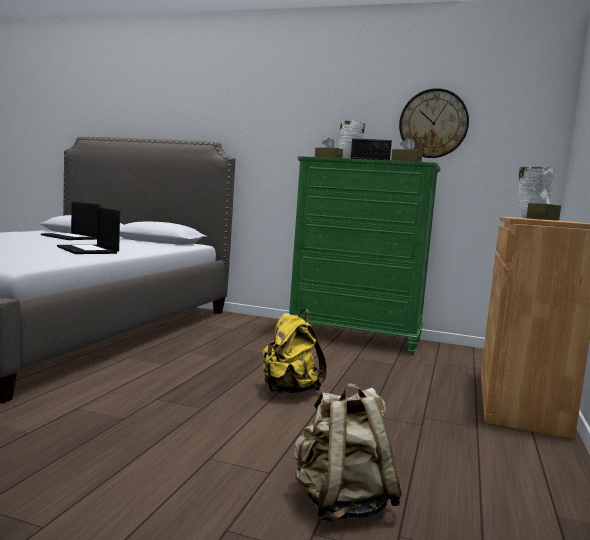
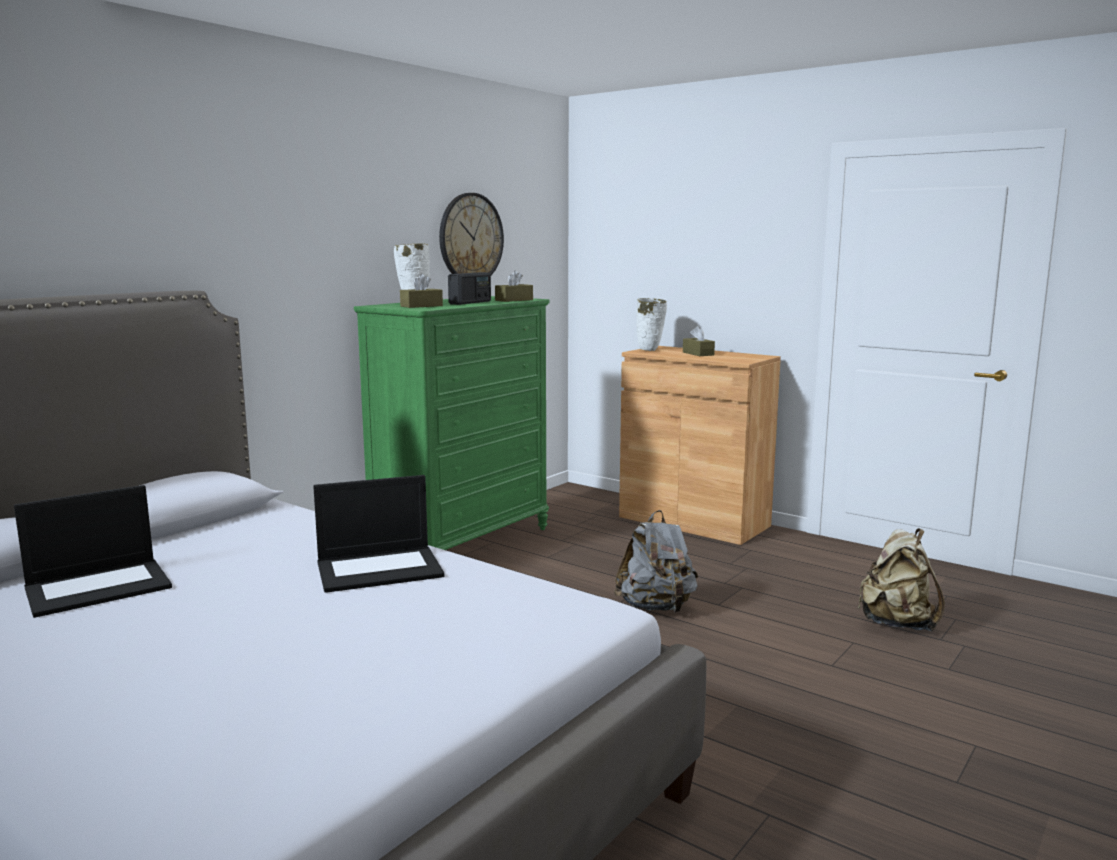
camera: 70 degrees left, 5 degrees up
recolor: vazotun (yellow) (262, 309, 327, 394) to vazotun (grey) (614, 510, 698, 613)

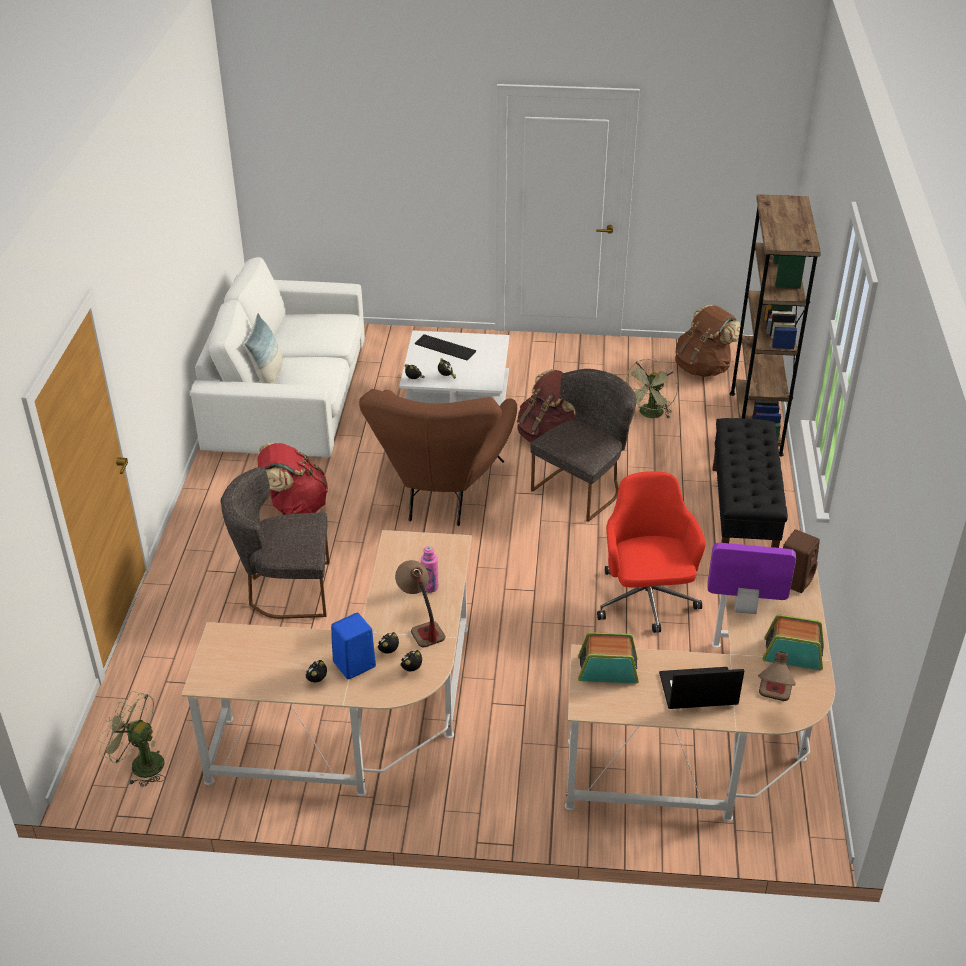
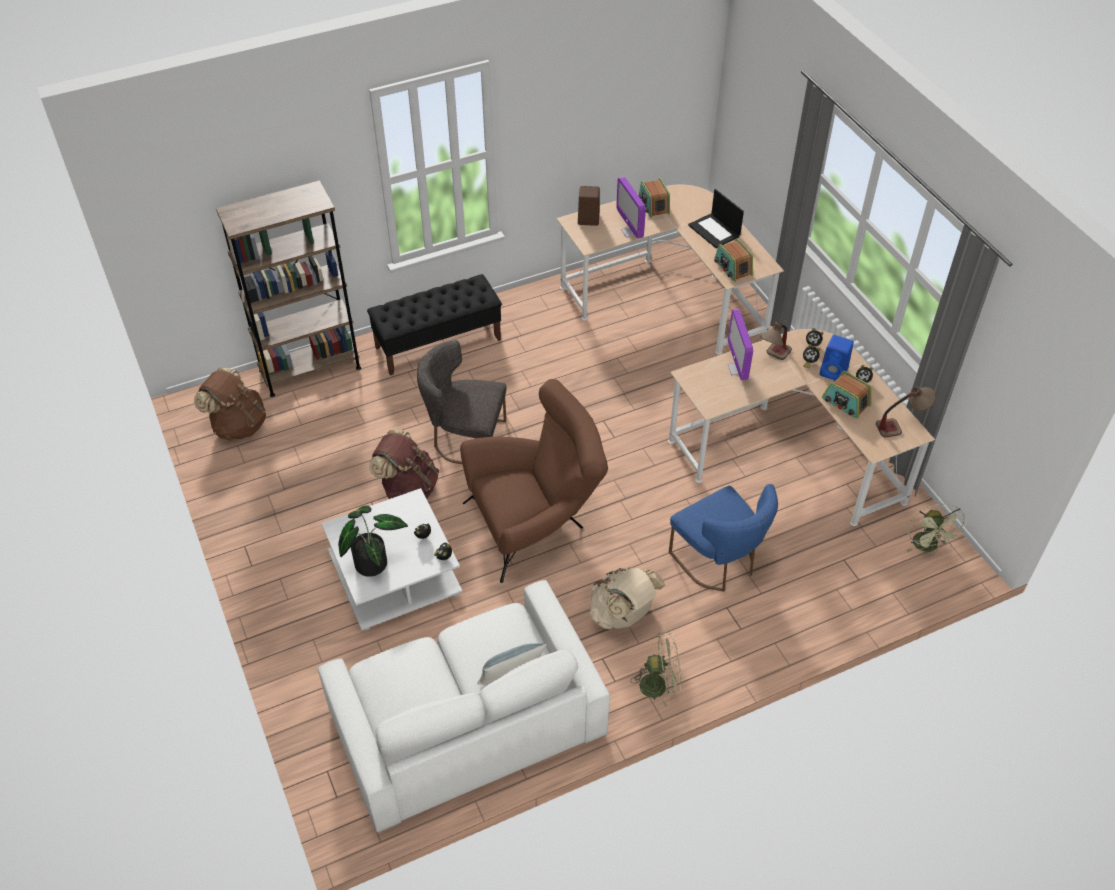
camera: 120 degrees left, 10 degrees up
delete: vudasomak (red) (597, 471, 706, 633)
insert: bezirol (822, 371, 871, 419)
move: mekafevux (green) (626, 359, 678, 419) to (631, 633, 681, 707); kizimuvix (758, 651, 796, 701) to (876, 386, 936, 437)
replace: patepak (415, 334, 476, 360) to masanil (338, 506, 408, 577); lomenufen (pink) (421, 546, 439, 593) to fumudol (728, 309, 753, 380)
recolor: vazotun (red) (257, 442, 328, 515) to vazotun (beige) (590, 567, 665, 629); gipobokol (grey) (221, 466, 330, 619) to gipobokol (blue) (669, 484, 778, 592)

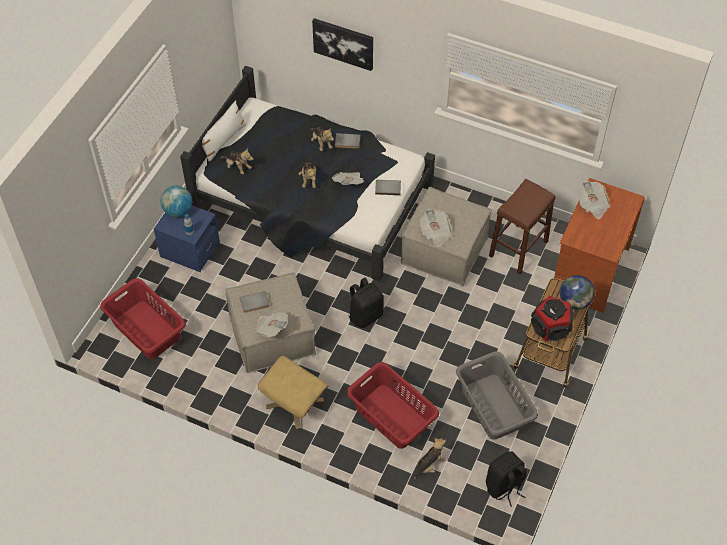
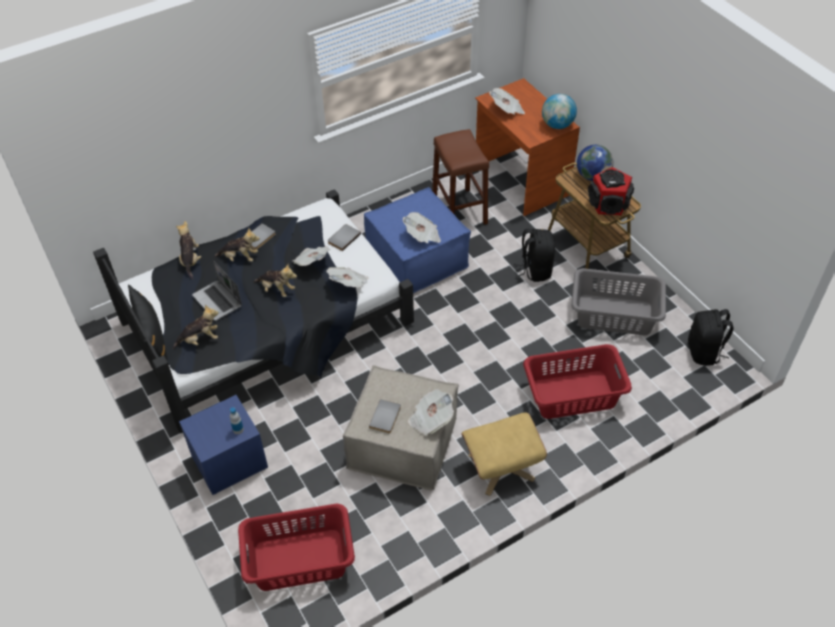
camera: 55 degrees left, 5 degrees down
delete: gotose (312, 18, 373, 71)
insert: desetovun (192, 260, 242, 321); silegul (326, 267, 368, 288)
move: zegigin (413, 438, 446, 482) to (176, 221, 202, 279); vazotun (black) (347, 278, 384, 328) to (514, 229, 555, 282); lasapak (161, 186, 192, 217) to (542, 94, 577, 129)
recolor: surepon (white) (198, 100, 247, 161) to surepon (black) (128, 284, 168, 360); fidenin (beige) (401, 187, 492, 286) to fidenin (blue) (364, 187, 471, 293)

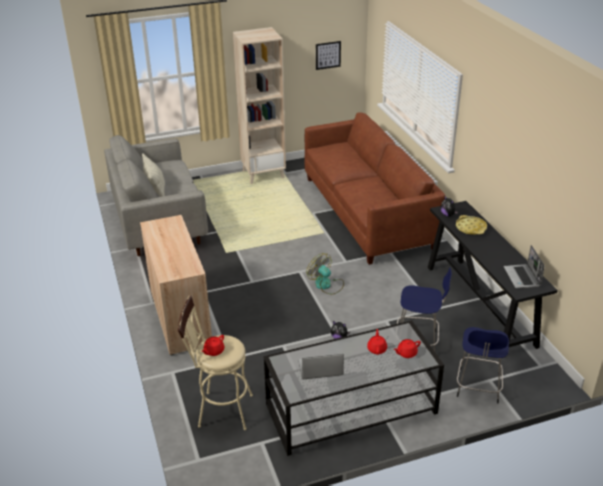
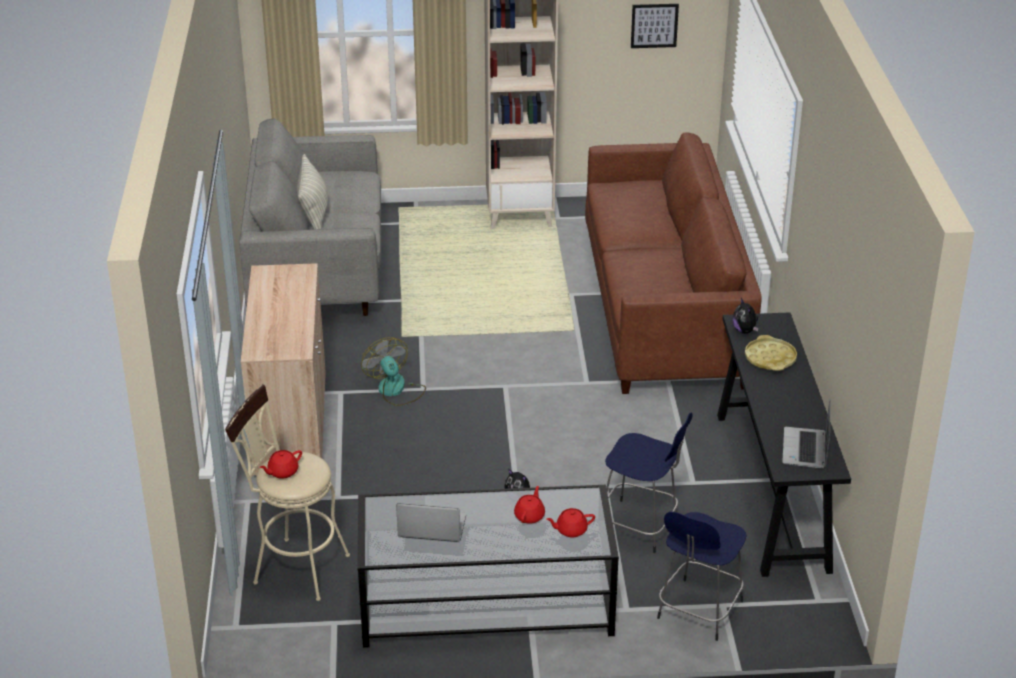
camera: 15 degrees right, 0 degrees up
move: mekafevux (307, 253, 344, 294) to (361, 337, 426, 406)

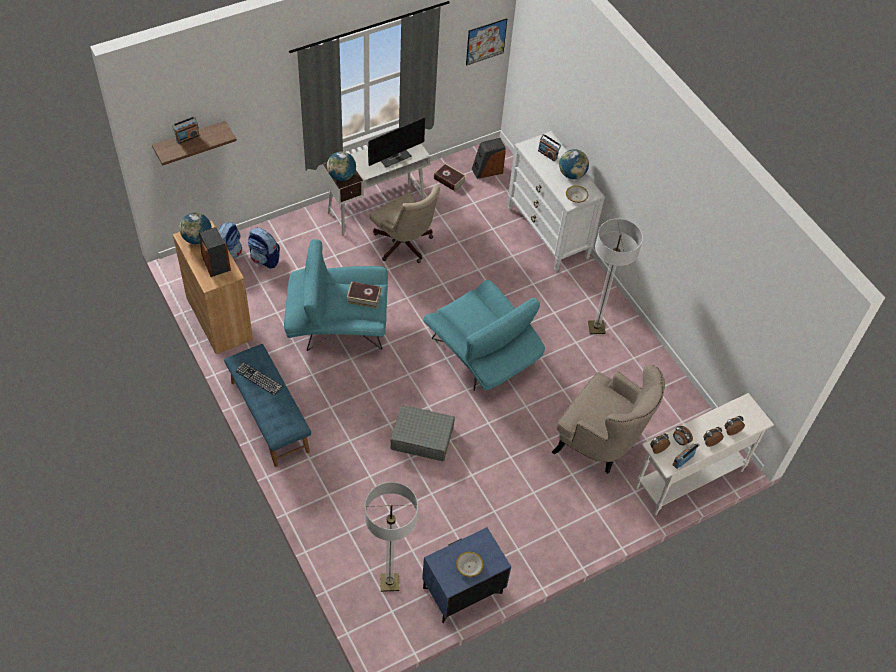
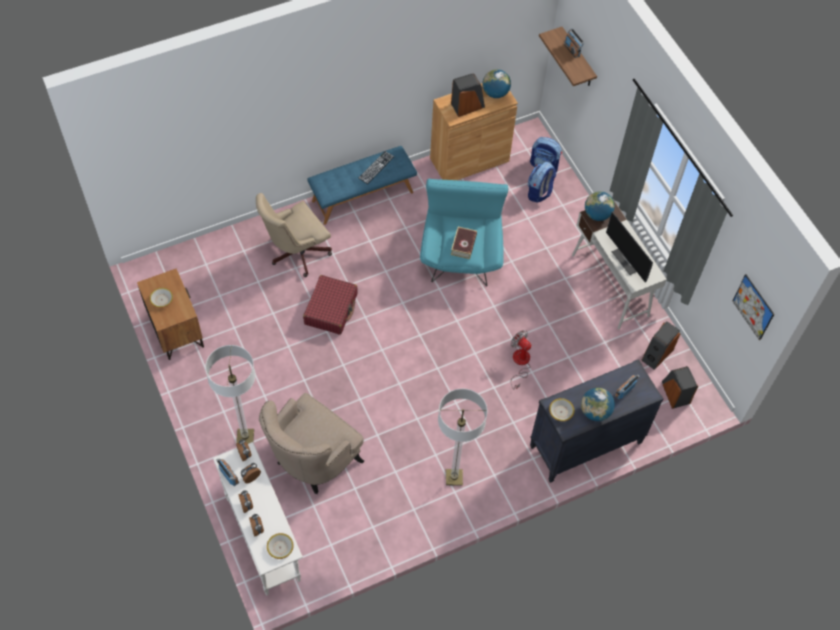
camera: 95 degrees right, 5 degrees up
delete: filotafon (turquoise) (423, 280, 545, 391)
insert: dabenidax (267, 533, 294, 559); mekafevux (511, 330, 531, 389)
move: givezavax (365, 482, 418, 592) to (205, 345, 255, 444); vudasomak (beige) (370, 185, 440, 263) to (256, 193, 332, 277)
replace: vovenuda (434, 163, 466, 191) to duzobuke (641, 321, 680, 369)
recolor: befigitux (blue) (422, 527, 511, 623) to befigitux (brown) (137, 269, 204, 360); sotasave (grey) (390, 405, 455, 461) to sotasave (red) (303, 275, 357, 335); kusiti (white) (508, 131, 605, 272) to kusiti (black) (530, 359, 663, 483)

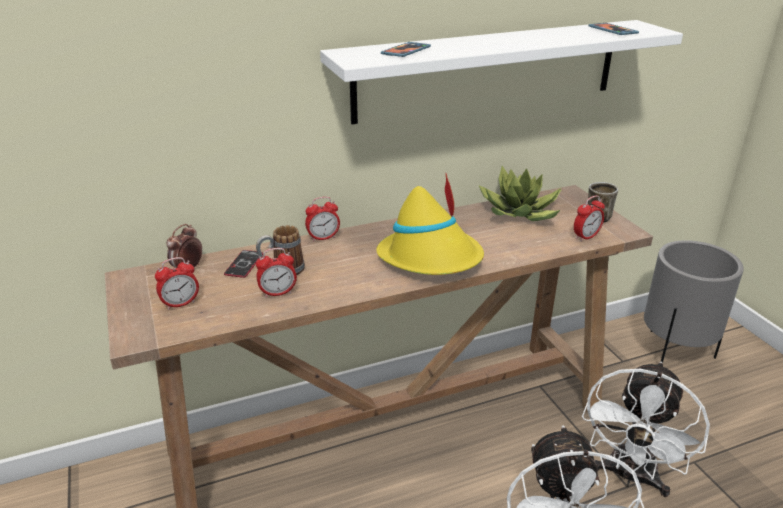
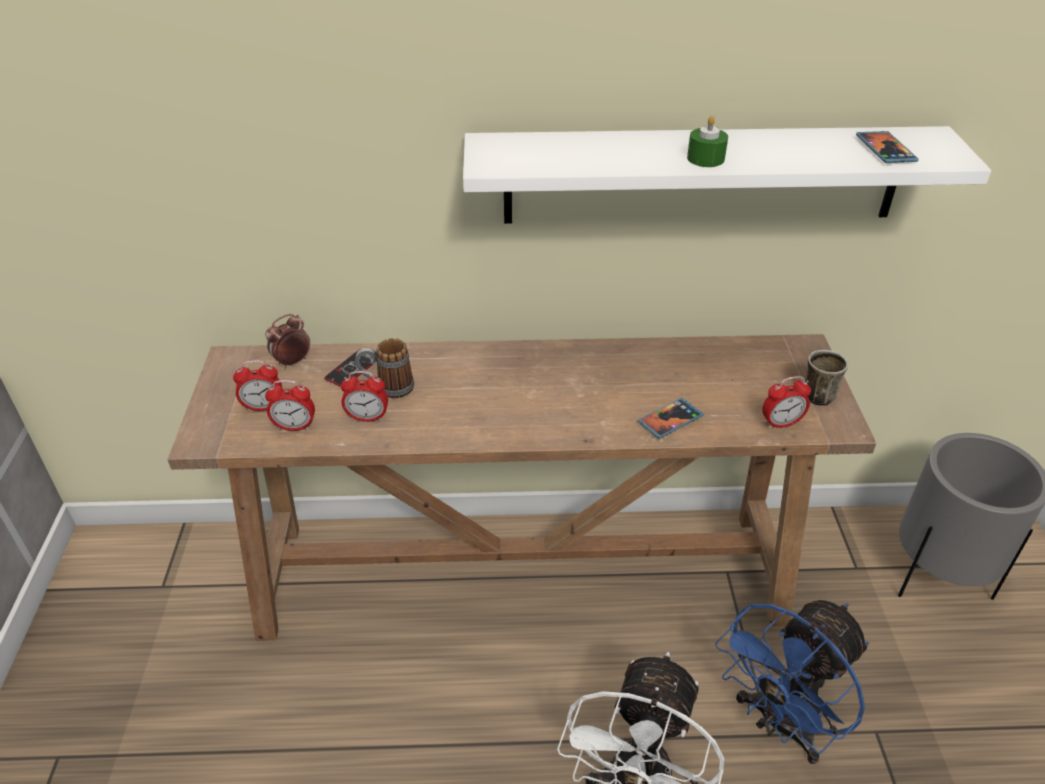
camera: 20 degrees right, 10 degrees up
delete: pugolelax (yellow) (376, 174, 484, 275); masanil (479, 166, 561, 221)
insert: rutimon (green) (687, 116, 728, 167)
move: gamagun (305, 197, 340, 242) to (265, 380, 315, 431); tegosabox (381, 42, 431, 57) to (638, 398, 704, 439)
recolor: mekafevux (white) (582, 362, 710, 497) to mekafevux (blue) (715, 600, 869, 764)

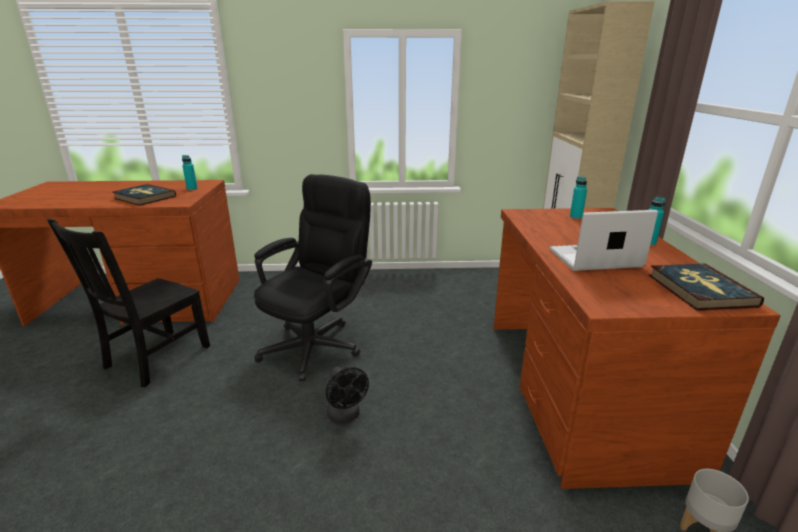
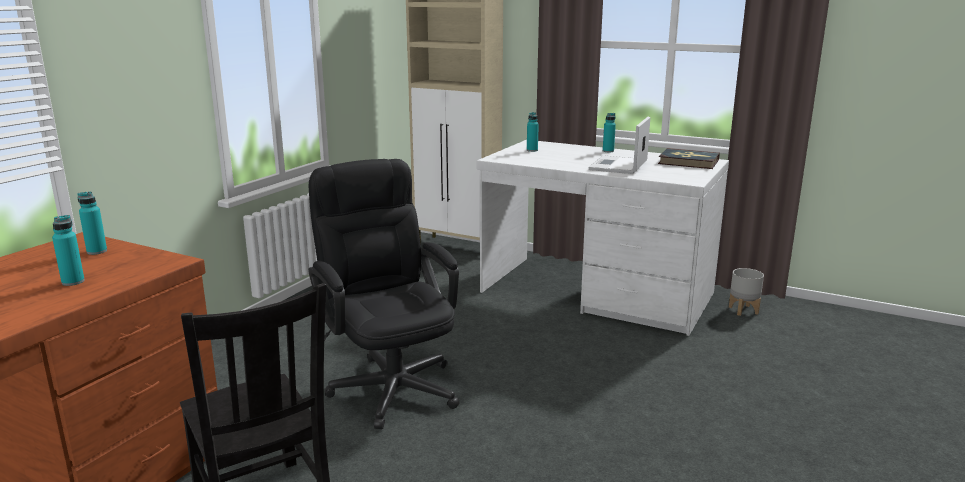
camera: 60 degrees left, 5 degrees down
delete: mekafevux (black) (326, 367, 369, 424)
replace: vovenuda (113, 184, 176, 206) to lomenufen (turquoise) (52, 215, 85, 286)
recolor: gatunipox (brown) (493, 208, 781, 489) to gatunipox (white) (477, 140, 729, 336)

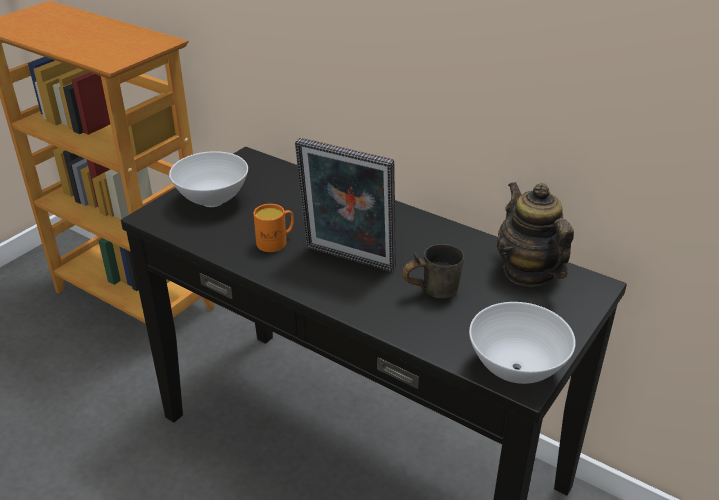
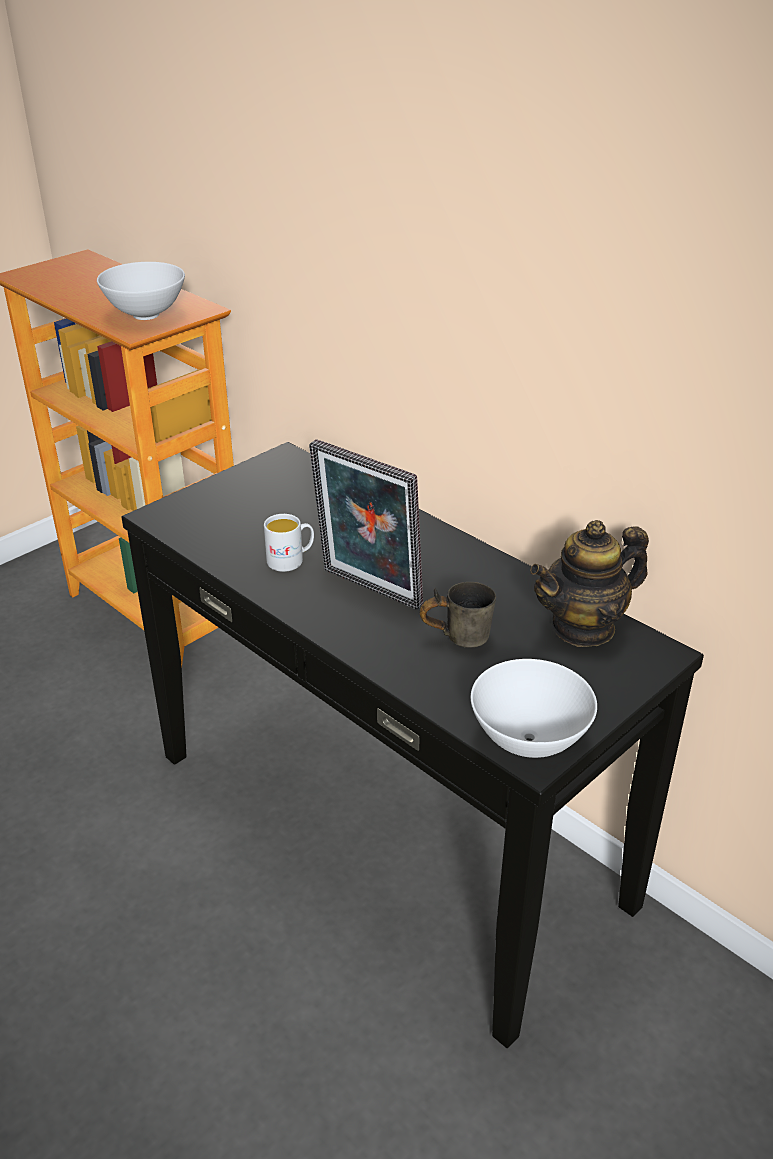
camera: 10 degrees right, 0 degrees up
move: dabenidax (white) (169, 151, 248, 207) to (97, 262, 185, 320)
recolor: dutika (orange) (253, 204, 294, 252) to dutika (white) (264, 514, 314, 572)
rotate: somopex (497, 182, 574, 287) = (530, 520, 649, 647) 105 degrees counterclockwise

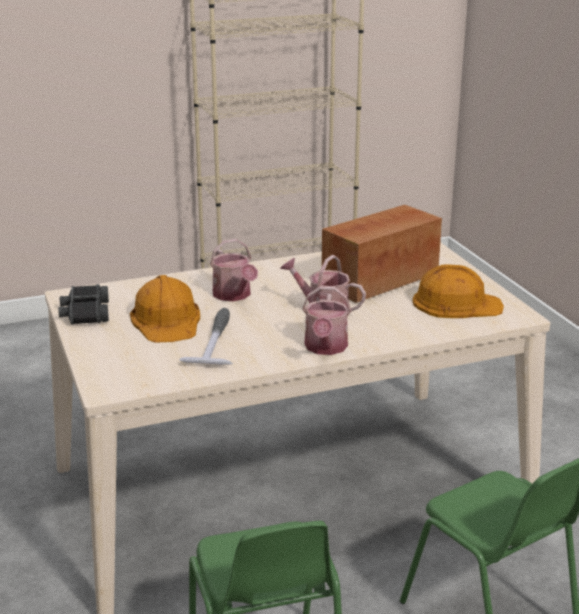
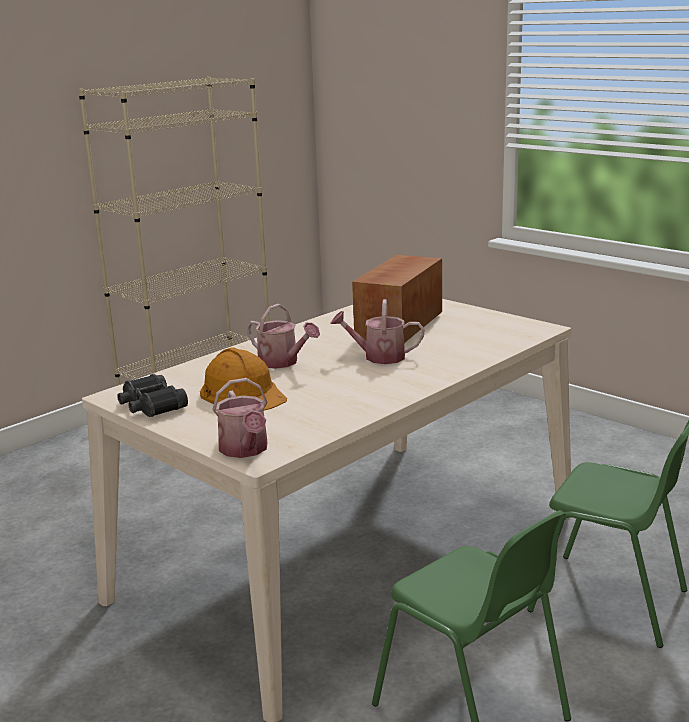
camera: 25 degrees left, 5 degrees down
delete: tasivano (179, 308, 233, 365); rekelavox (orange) (413, 264, 504, 318)
move: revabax (303, 286, 351, 355) to (212, 378, 268, 458)

